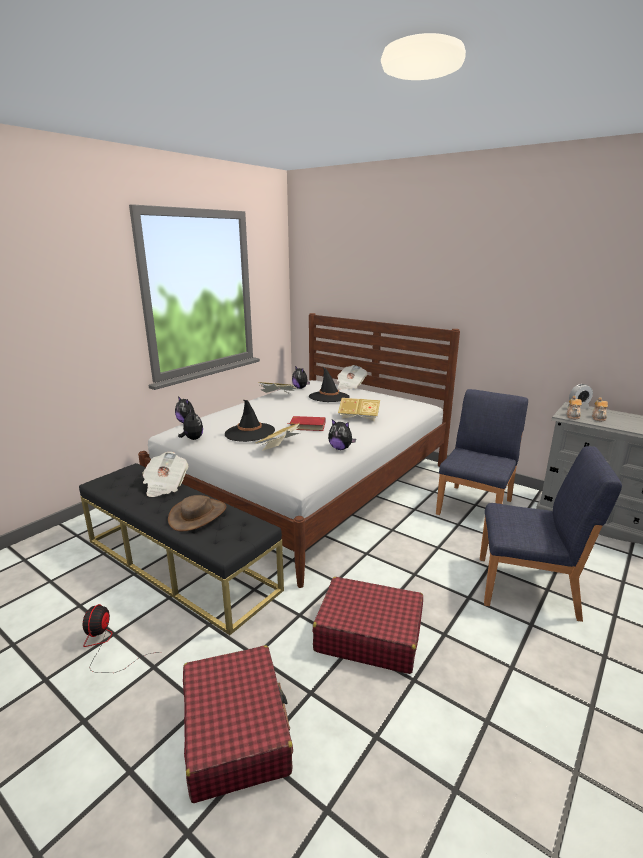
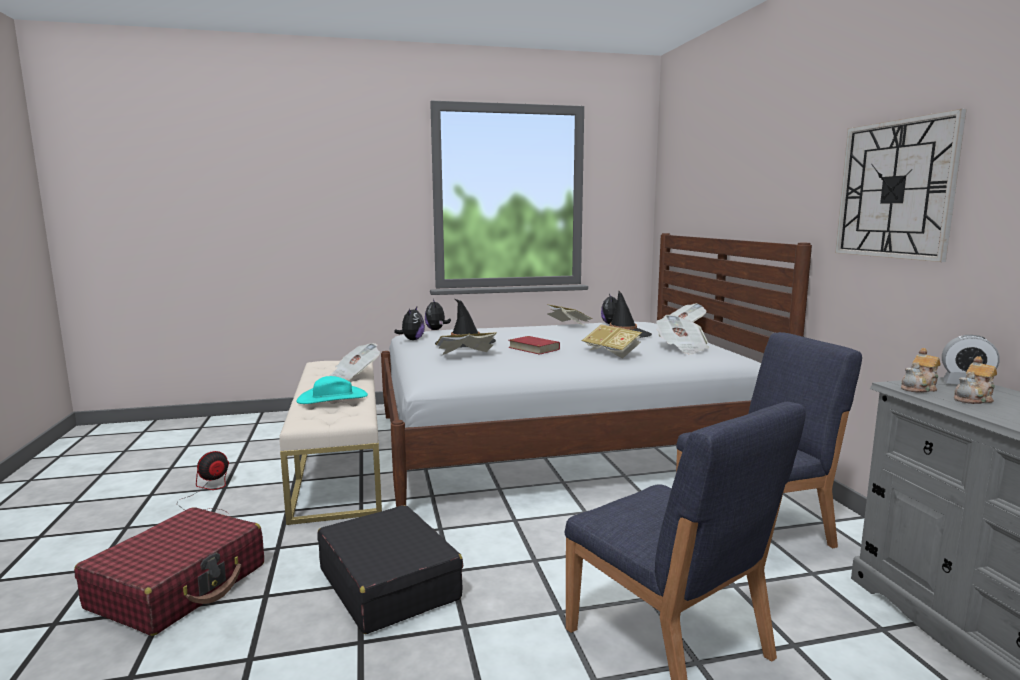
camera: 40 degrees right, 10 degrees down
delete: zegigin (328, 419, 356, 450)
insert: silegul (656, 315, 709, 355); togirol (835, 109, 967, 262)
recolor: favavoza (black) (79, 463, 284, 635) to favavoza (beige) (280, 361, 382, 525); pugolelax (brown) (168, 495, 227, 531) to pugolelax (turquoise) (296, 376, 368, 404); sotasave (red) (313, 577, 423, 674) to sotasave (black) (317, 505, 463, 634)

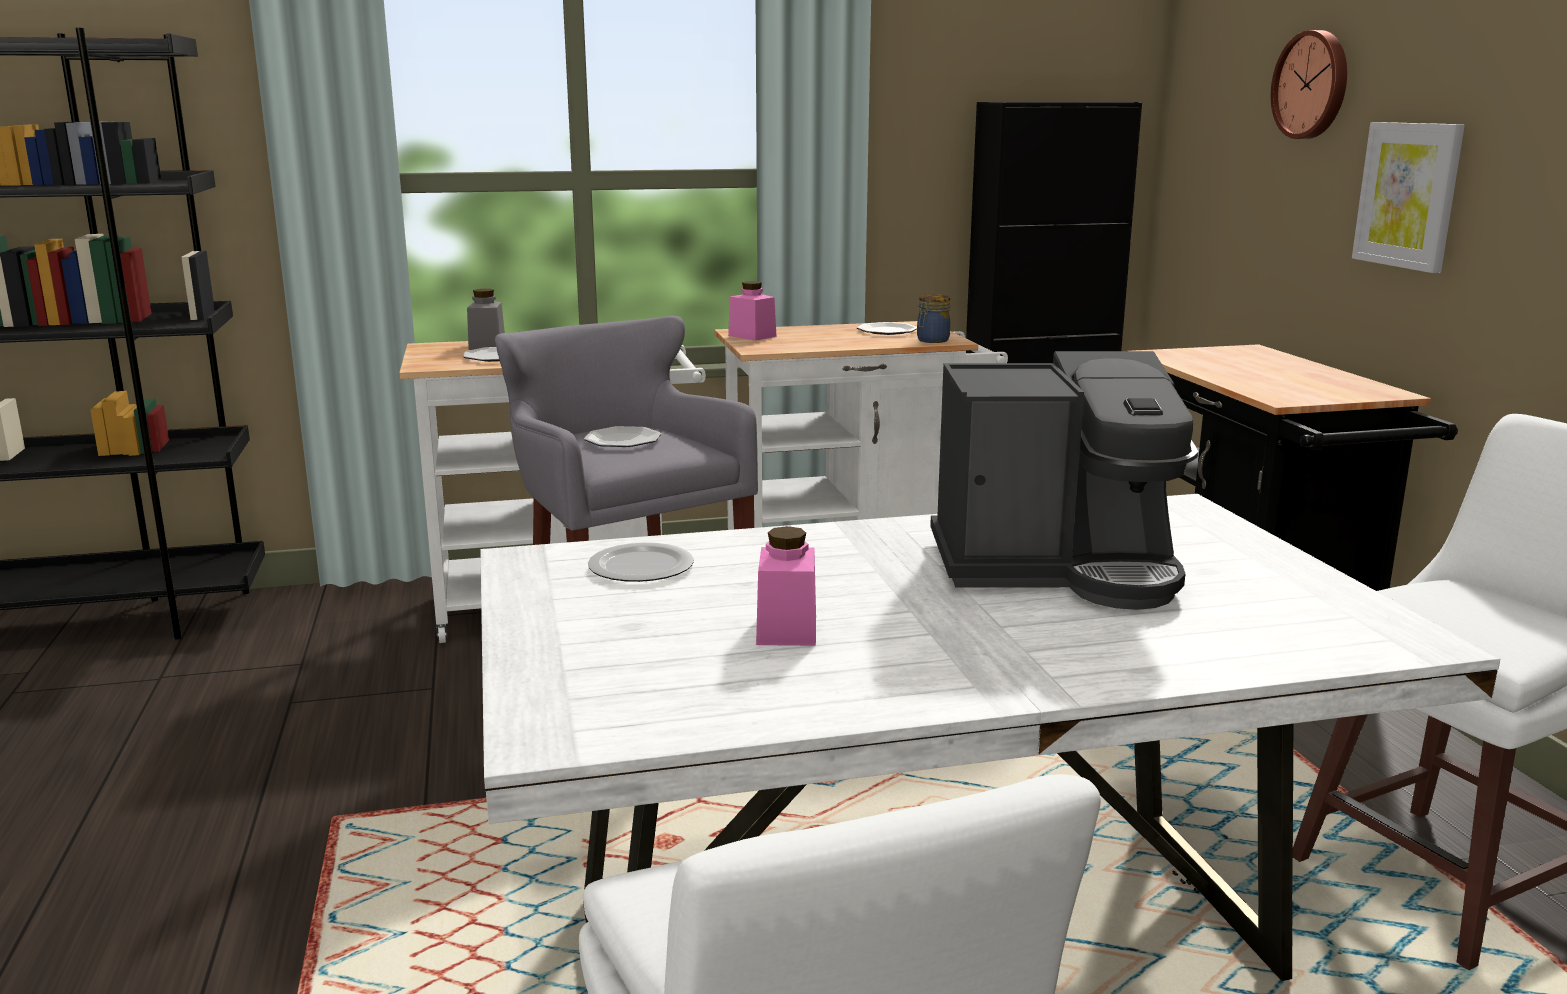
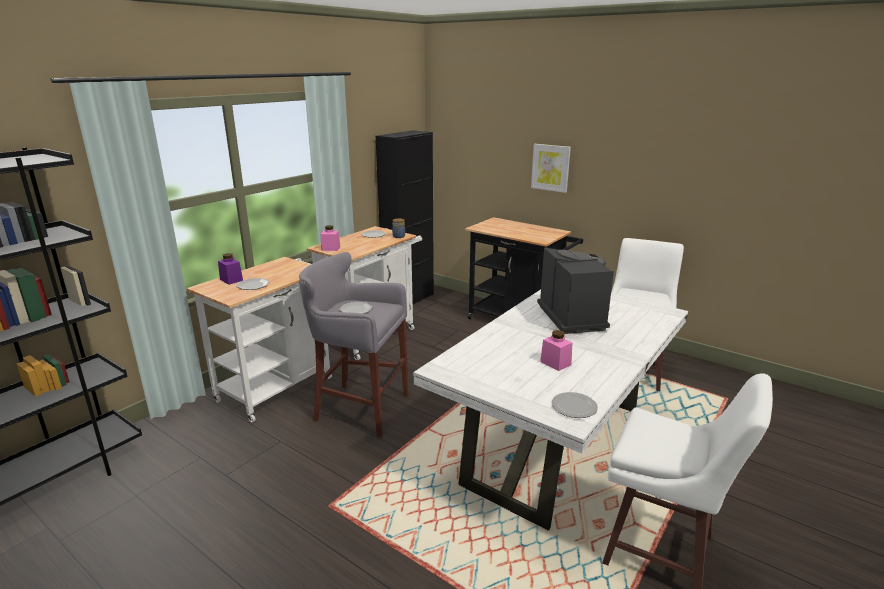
camera: 40 degrees left, 5 degrees up
delete: togirol (1271, 30, 1347, 139)
move: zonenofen (588, 543, 694, 582) to (552, 392, 598, 418)
recolor: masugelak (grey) (467, 289, 505, 350) to masugelak (purple) (218, 253, 243, 285)
rotate: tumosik (930, 351, 1198, 610) = (537, 248, 614, 334) 60 degrees counterclockwise

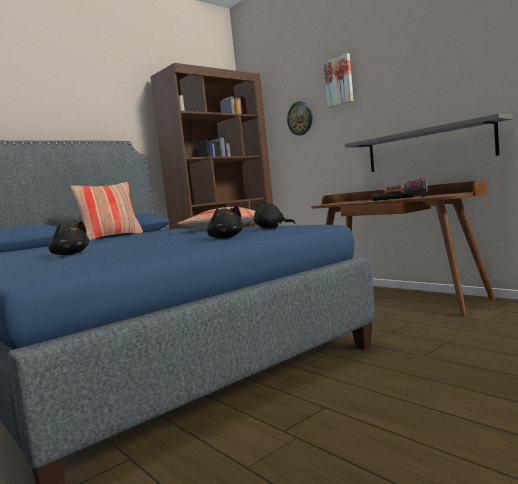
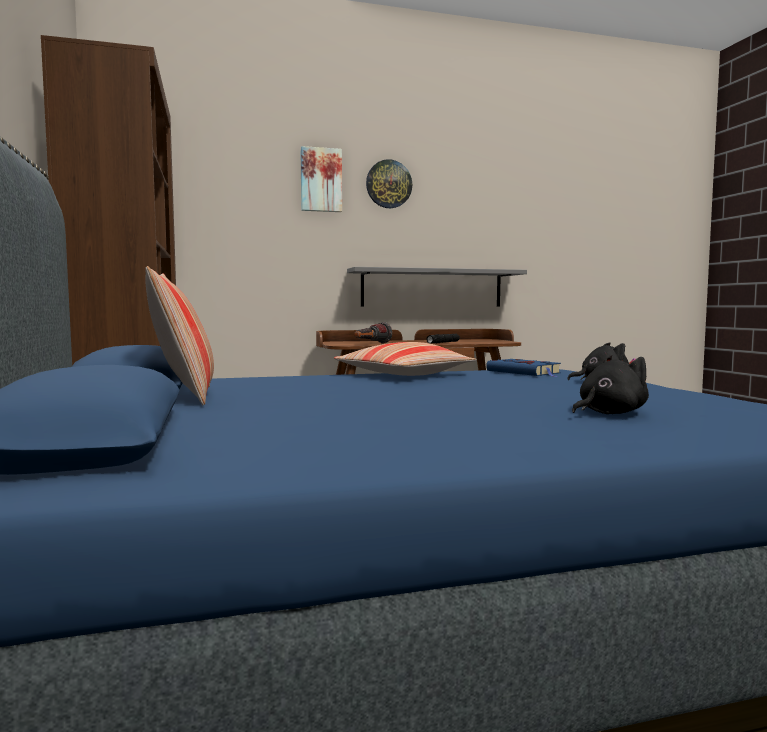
camera: 65 degrees left, 0 degrees up
move: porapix (383, 177, 428, 197) to (354, 322, 392, 344); togirol (287, 102, 313, 135) to (366, 159, 412, 208)
replace: zegigin (black) (254, 201, 296, 229) to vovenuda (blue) (486, 359, 561, 377)

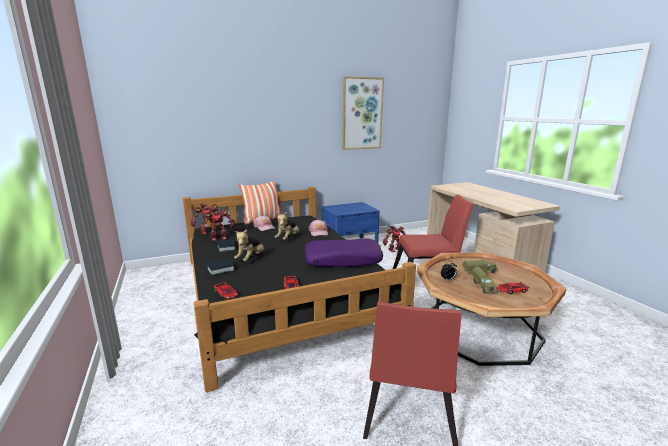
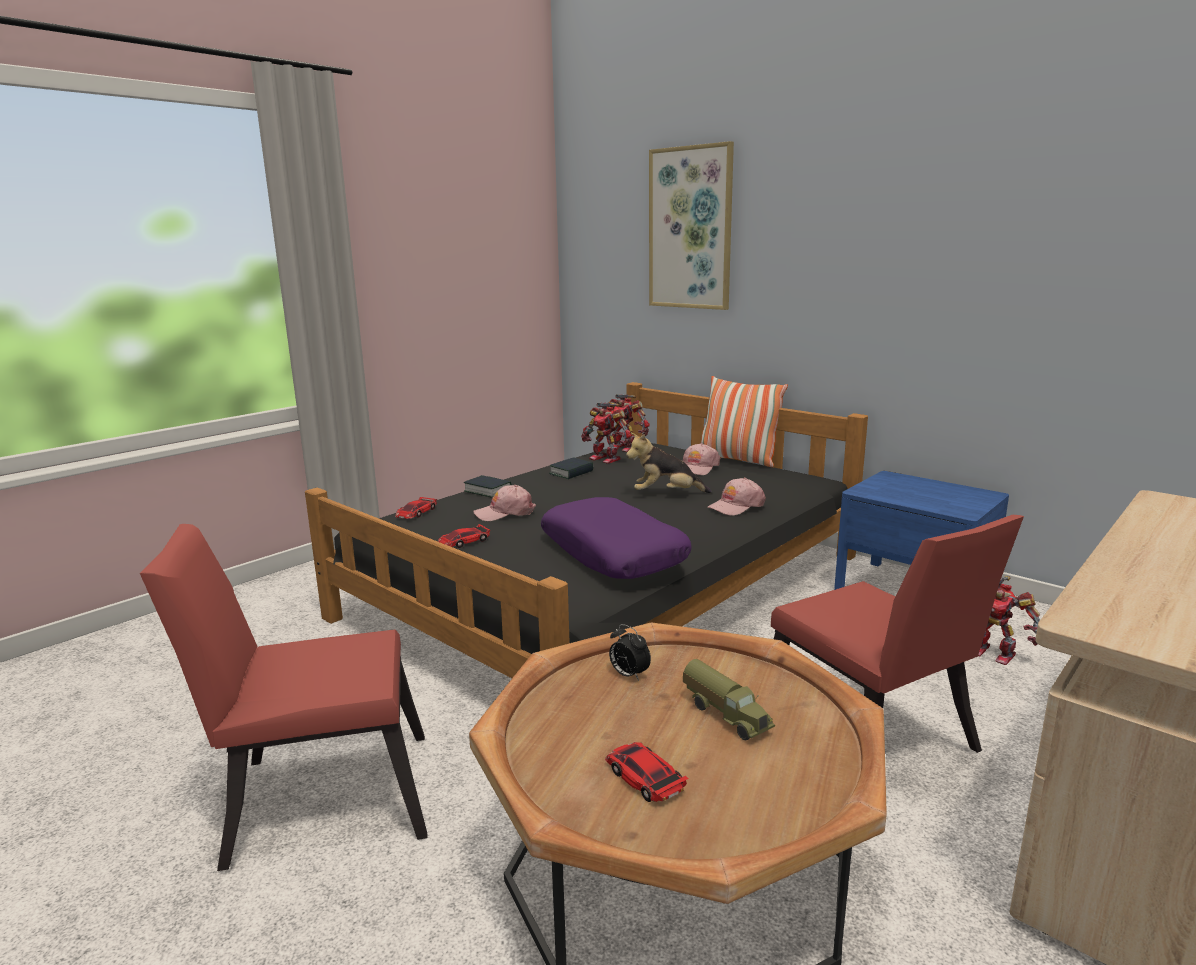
camera: 65 degrees right, 0 degrees up
delete: zegigin (234, 229, 265, 261); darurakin (472, 267, 497, 294)
insert: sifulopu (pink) (473, 485, 536, 521)
move: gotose (342, 76, 384, 150) to (649, 141, 734, 310)

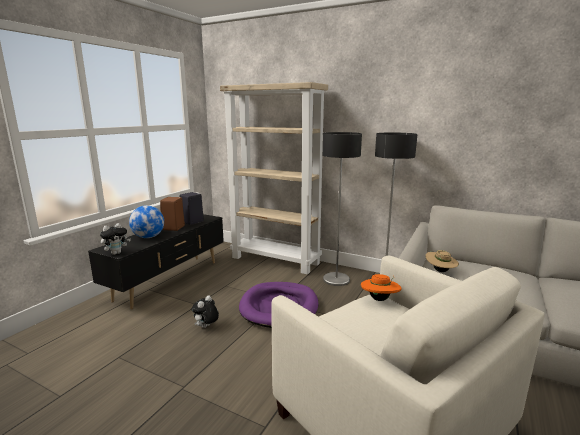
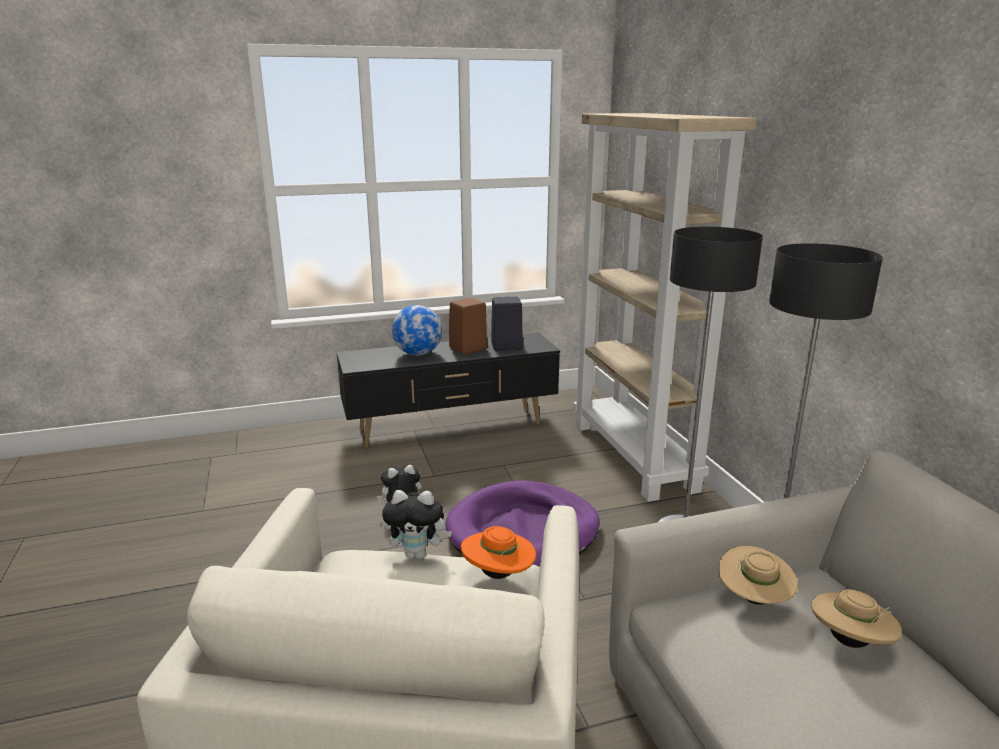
camera: 45 degrees right, 5 degrees up
insert: pugolelax (beige) (811, 589, 902, 648)
move: zegigin (100, 223, 131, 255) to (382, 490, 452, 559)

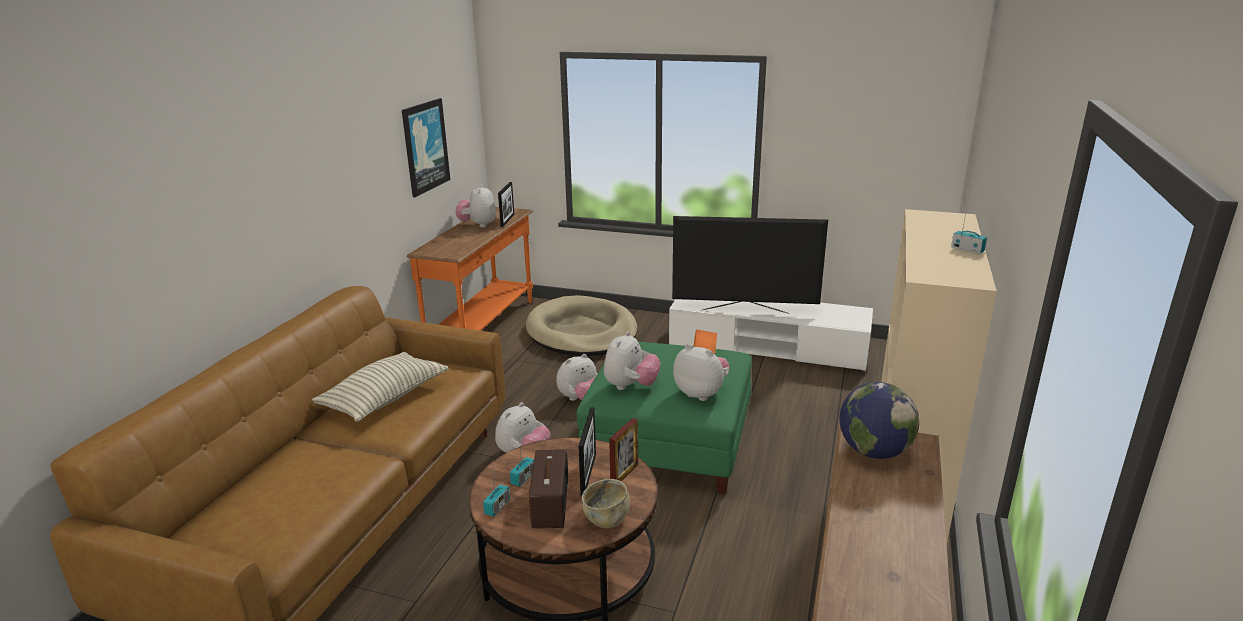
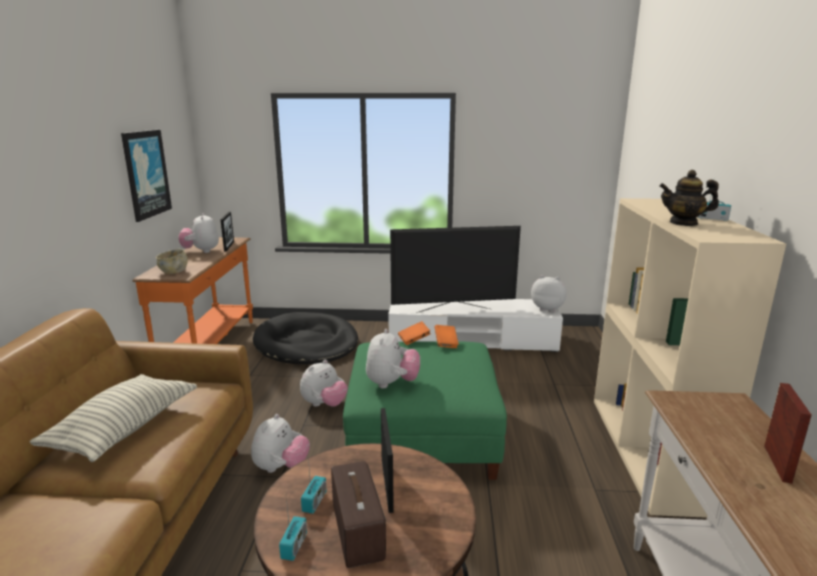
camera: 15 degrees left, 5 degrees down
delete: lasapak (839, 382, 919, 459)
insert: vovenuda (orange) (398, 321, 431, 345); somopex (659, 170, 719, 226)
move: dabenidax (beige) (582, 479, 630, 528) to (156, 249, 188, 274); zegigin (673, 344, 730, 401) to (531, 275, 567, 312); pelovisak (609, 418, 638, 482) to (764, 383, 812, 484)
recolor: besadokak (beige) (526, 295, 638, 356) to besadokak (black) (253, 312, 359, 364)

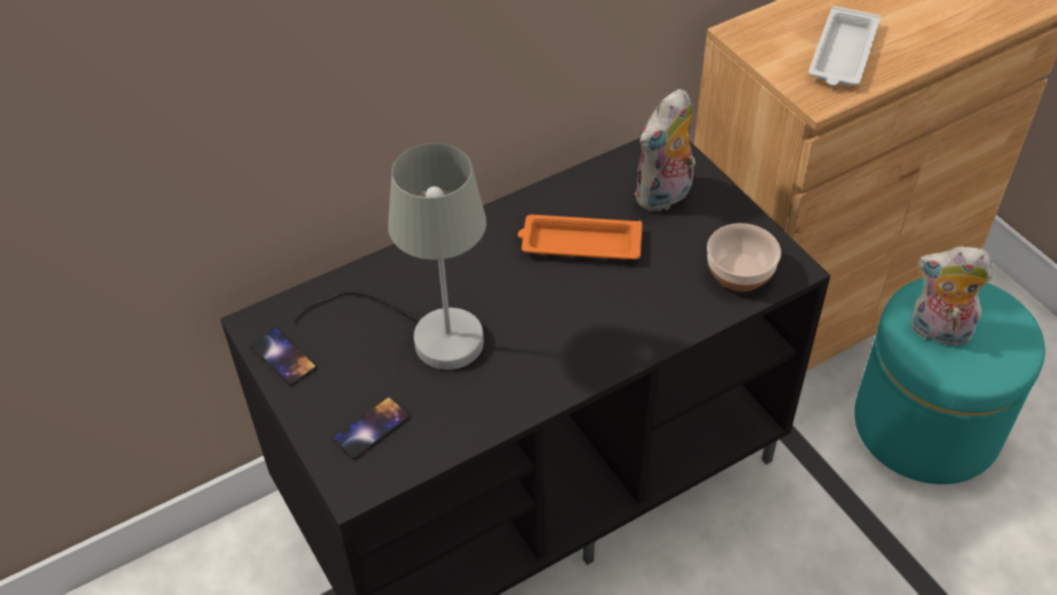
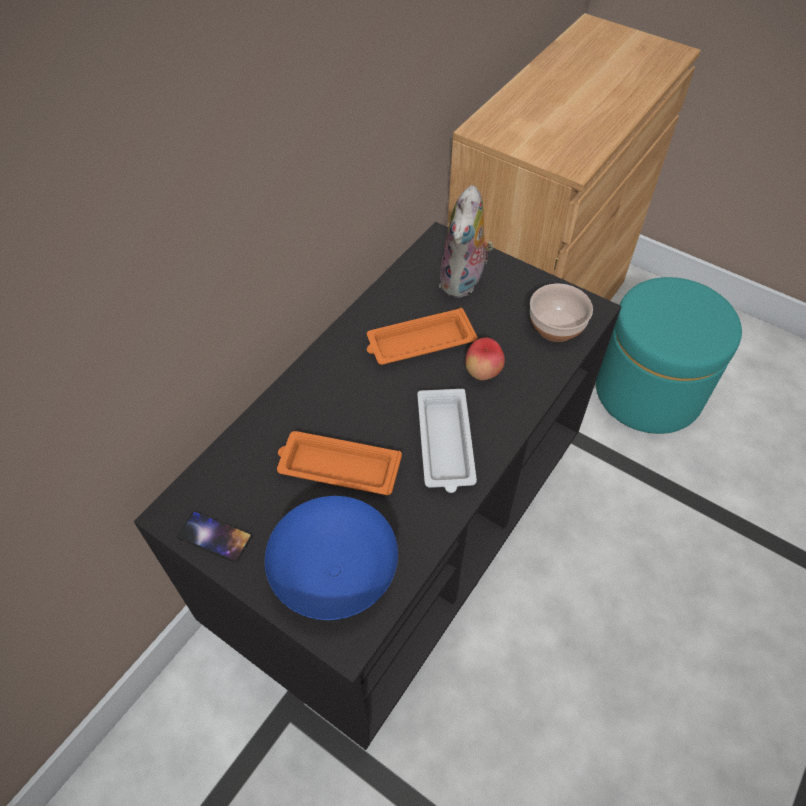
camera: 25 degrees left, 5 degrees up
delete: zegigin (911, 246, 993, 346)
insert: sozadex (465, 338, 505, 380)
move: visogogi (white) (809, 6, 881, 86) to (417, 389, 477, 493)
replace: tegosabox (333, 397, 411, 459) to dabenidax (blue) (265, 496, 398, 620); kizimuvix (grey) (293, 143, 486, 370) to visogogi (orange) (277, 431, 402, 495)

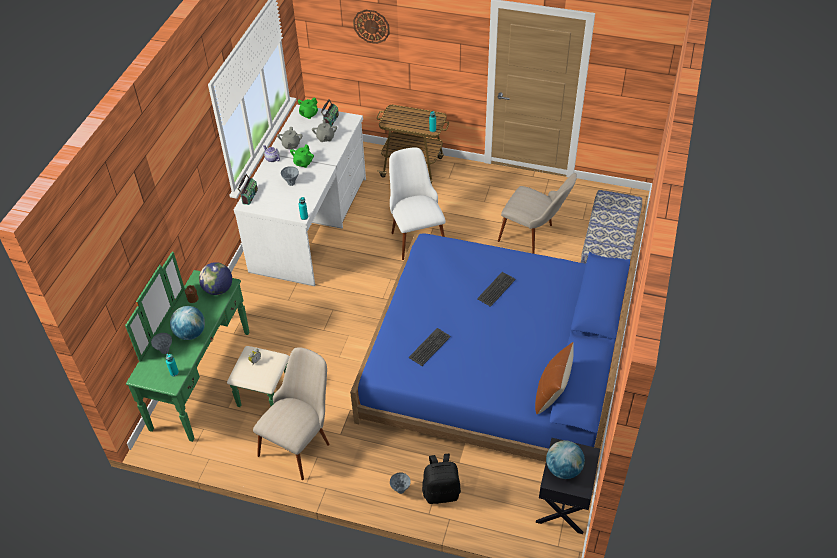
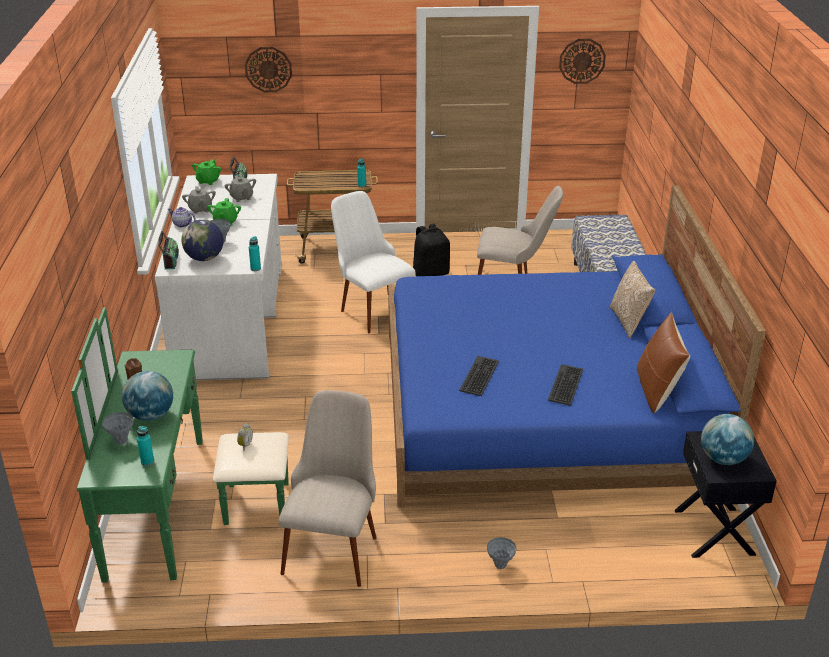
camera: 20 degrees left, 15 degrees down
insert: togirol (559, 39, 606, 84); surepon (610, 261, 655, 338)
move: lasapak (199, 262, 232, 295) to (181, 220, 223, 261); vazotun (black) (422, 454, 461, 504) to (413, 224, 450, 276); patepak (477, 272, 516, 307) to (548, 364, 583, 406)

